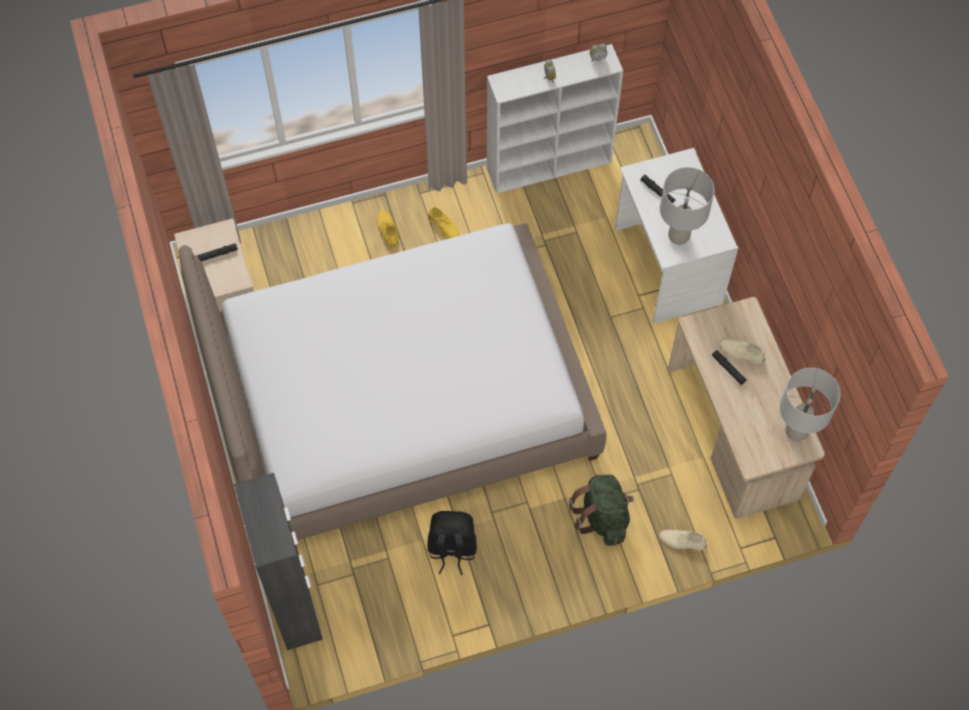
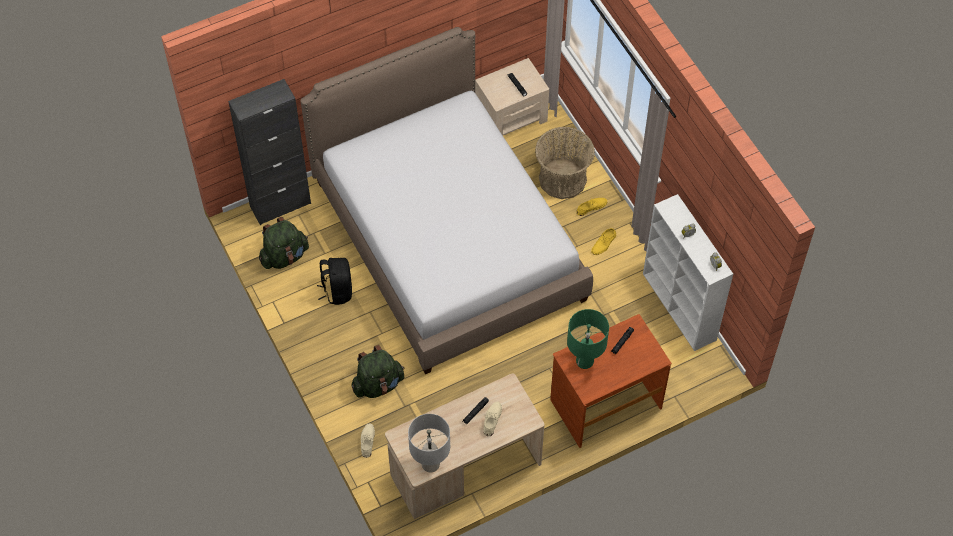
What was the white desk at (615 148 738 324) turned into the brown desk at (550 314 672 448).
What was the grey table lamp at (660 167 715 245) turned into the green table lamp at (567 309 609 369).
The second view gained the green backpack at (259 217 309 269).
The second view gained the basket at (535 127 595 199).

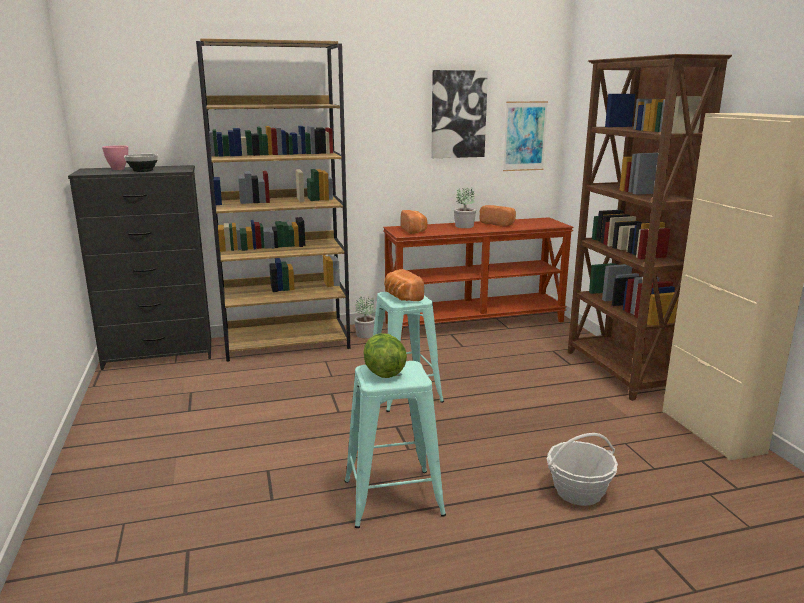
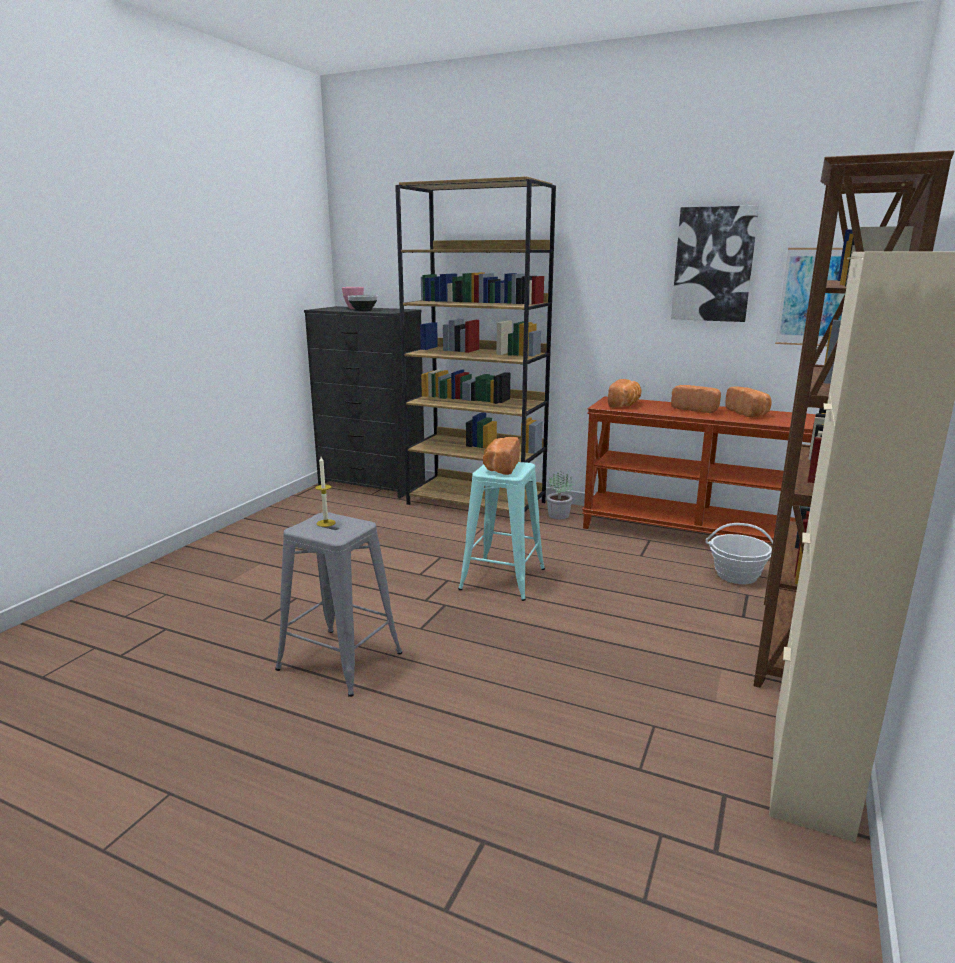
What was the turquoise stool at (345 361 446 528) turned into the grey stool at (275 512 402 697).
Where the lettuce stood at (364 333 407 378), the candle came to stand at (315 457 336 527).
Where the potted plant stood at (454 187 476 228), the bread came to stand at (671 385 721 413).
The basket ended up elsewhere, having gone from (547 433 618 506) to (706 523 773 584).

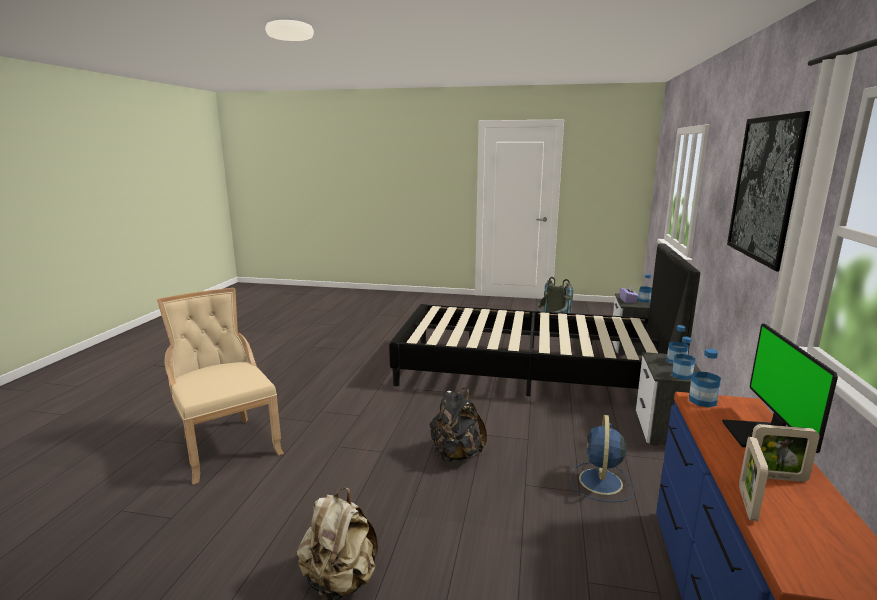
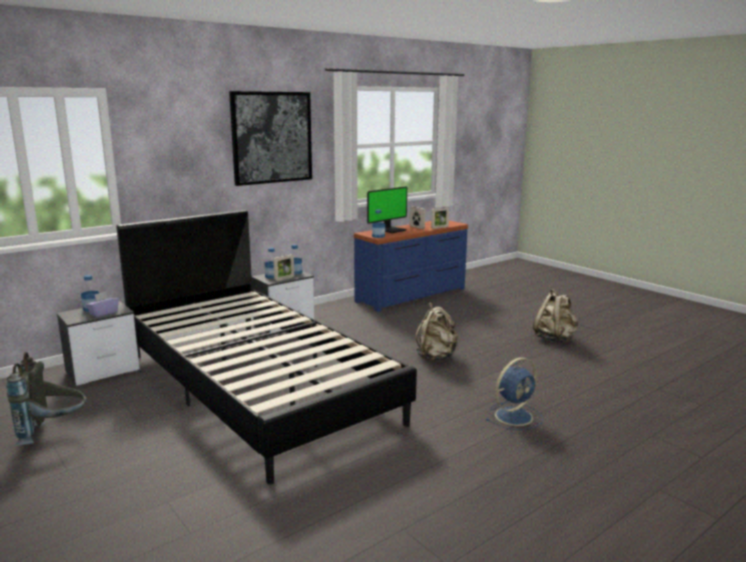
The second view lost the beige chair at (157 288 284 484).
What was the black backpack at (430 388 487 462) turned into the beige backpack at (415 302 458 361).
The blue fan ended up elsewhere, having gone from (570 415 634 502) to (486 357 543 430).
The second view gained the picture frame at (273 254 294 281).

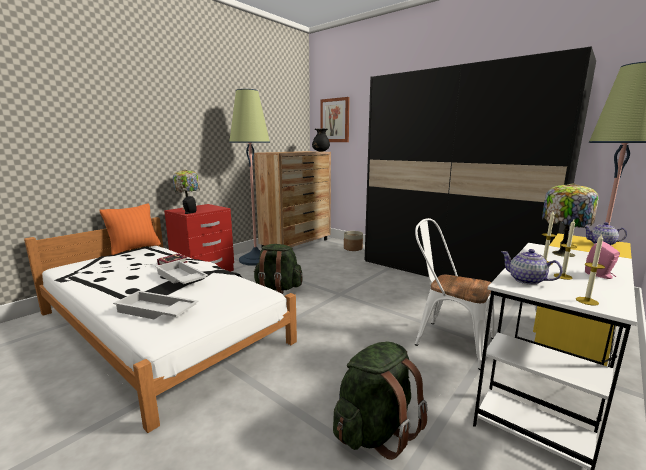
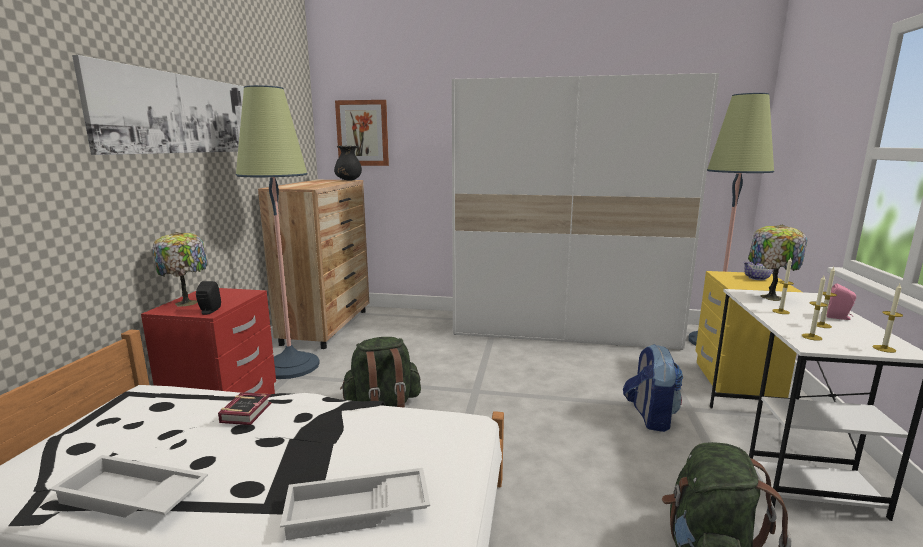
The second view lost the orange pillow at (100 203 161 255).
The white tray ended up elsewhere, having gone from (155 260 208 284) to (50 455 208 518).
The second view lost the planter at (344 231 363 251).
What was the black wardrobe at (365 46 596 282) turned into the white wardrobe at (452 73 719 350).
Where the white chair stood at (415 218 495 370), the backpack came to stand at (623 344 683 432).
Where the teapot stood at (501 249 563 285), the candle came to stand at (802 276 828 341).
The second view gained the picture at (72 55 244 155).

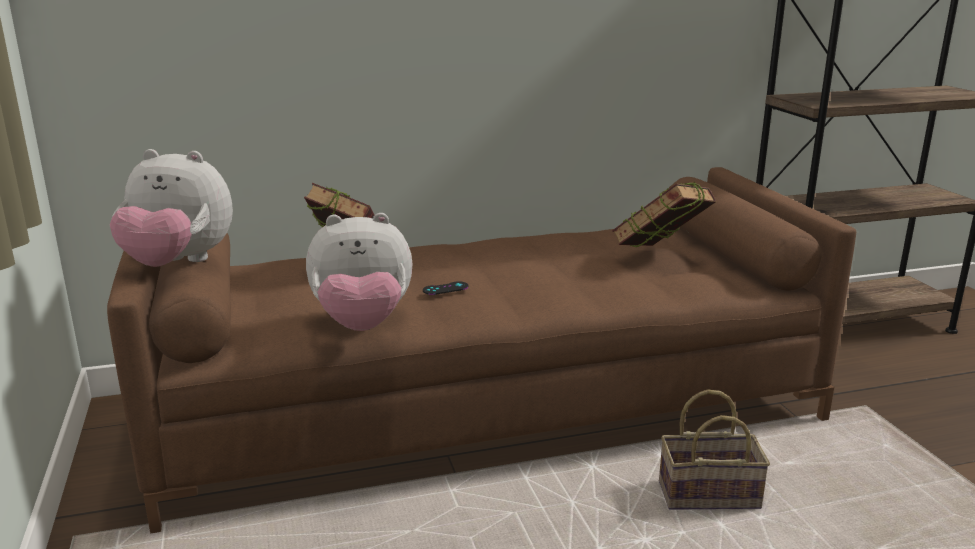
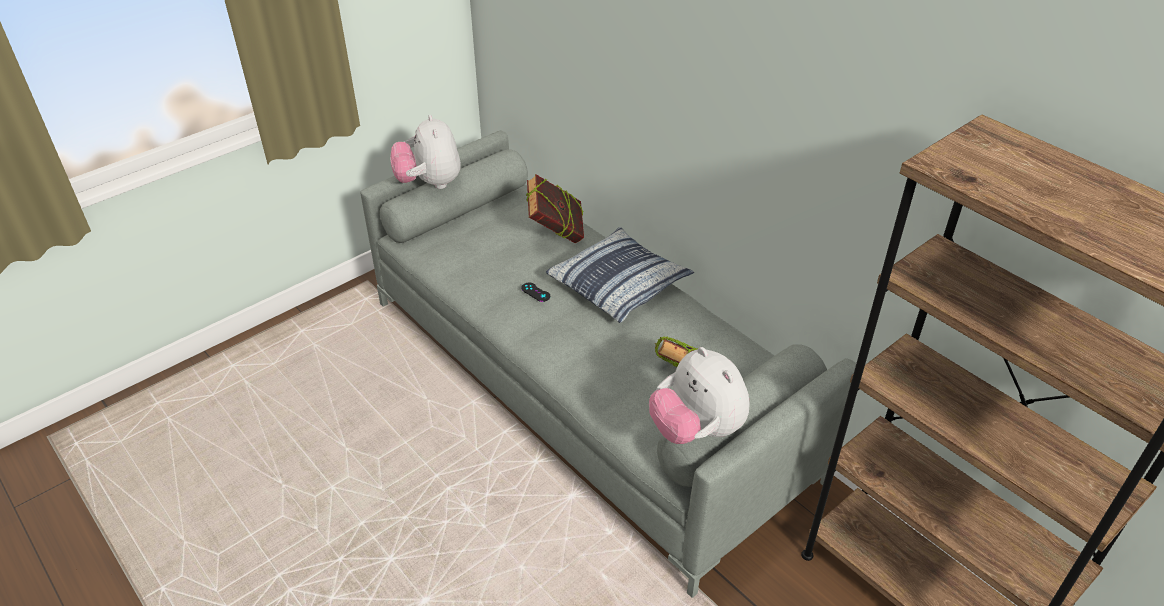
What was the brown sofa at (107 167 856 534) turned into the grey sofa at (360 130 856 598).
The plush toy ended up elsewhere, having gone from (306 213 413 331) to (649 347 750 444).
The second view lost the basket at (659 389 770 510).
The second view gained the pillow at (546 227 694 323).

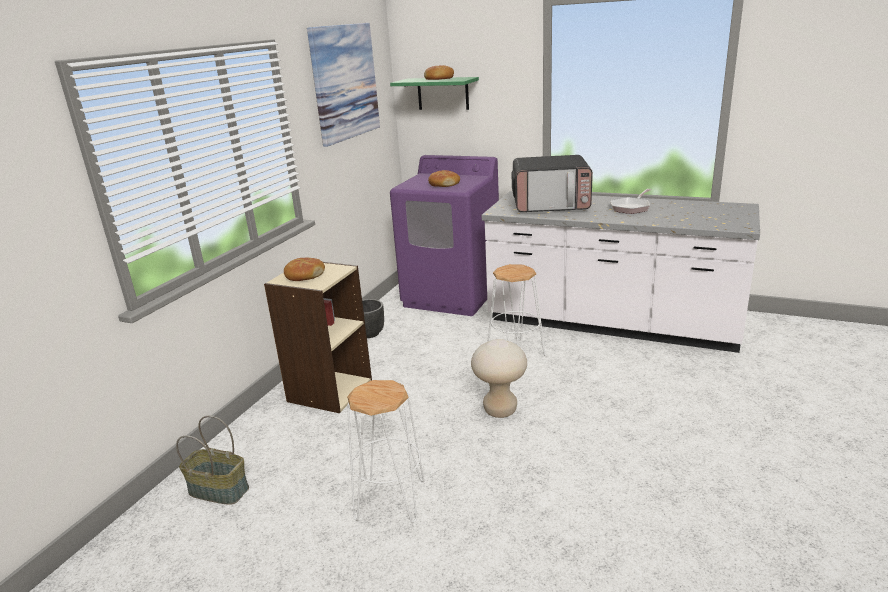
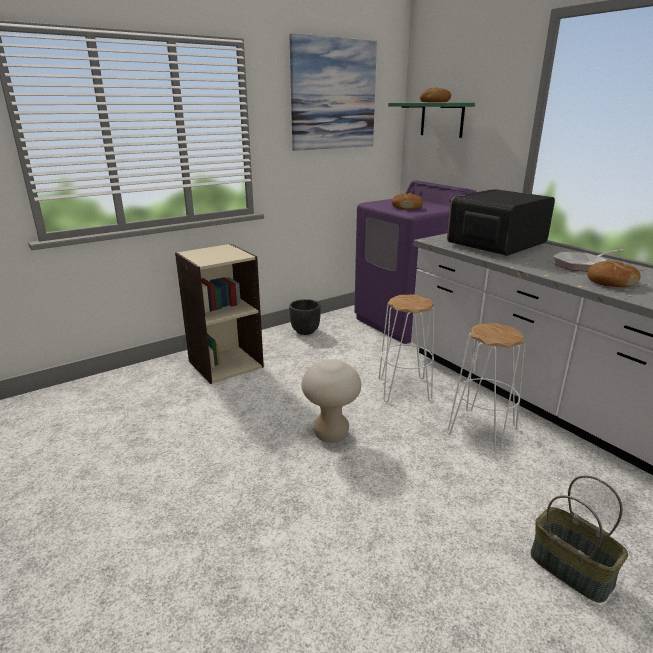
The basket ended up elsewhere, having gone from (176 415 249 505) to (530 475 628 603).
The bread ended up elsewhere, having gone from (284 258 325 281) to (587 261 640 287).
The white stool ended up elsewhere, having gone from (347 380 424 523) to (448 323 525 453).
The microwave at (512 155 593 212) ended up facing another way, 105 degrees clockwise from before.

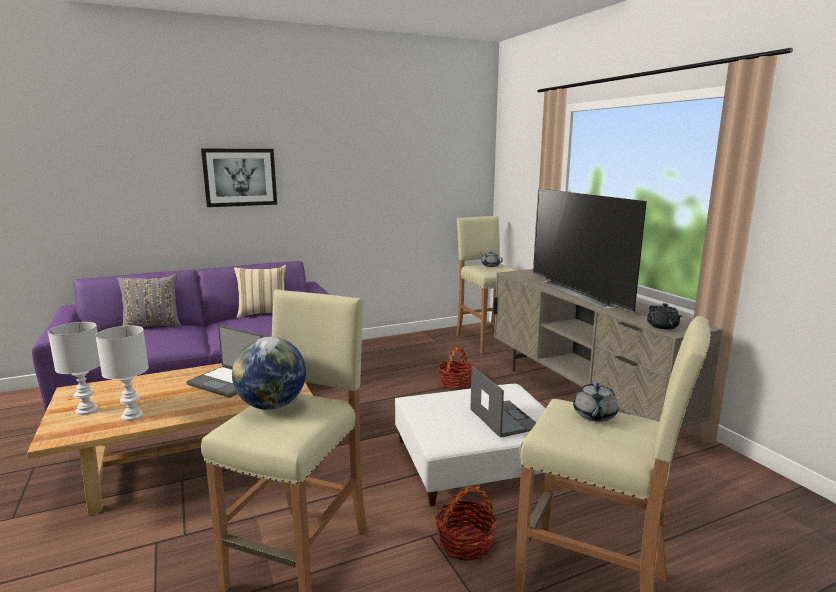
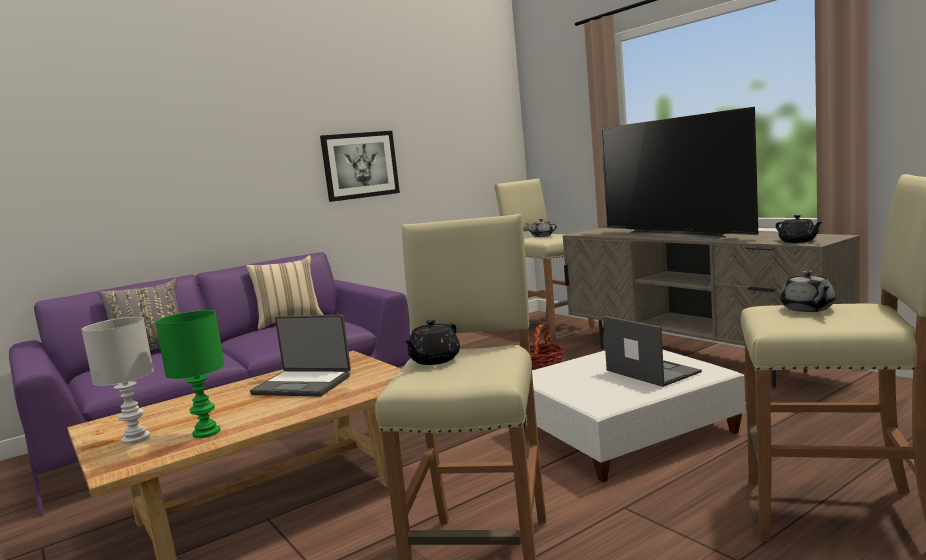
What was the white table lamp at (95 326 149 421) turned into the green table lamp at (155 310 225 438).
The picture ended up elsewhere, having gone from (201 149 277 207) to (320 131 400 202).
Where the globe stood at (232 337 306 410), the black teapot came to stand at (403 320 460 365).
The second view lost the basket at (435 486 498 561).

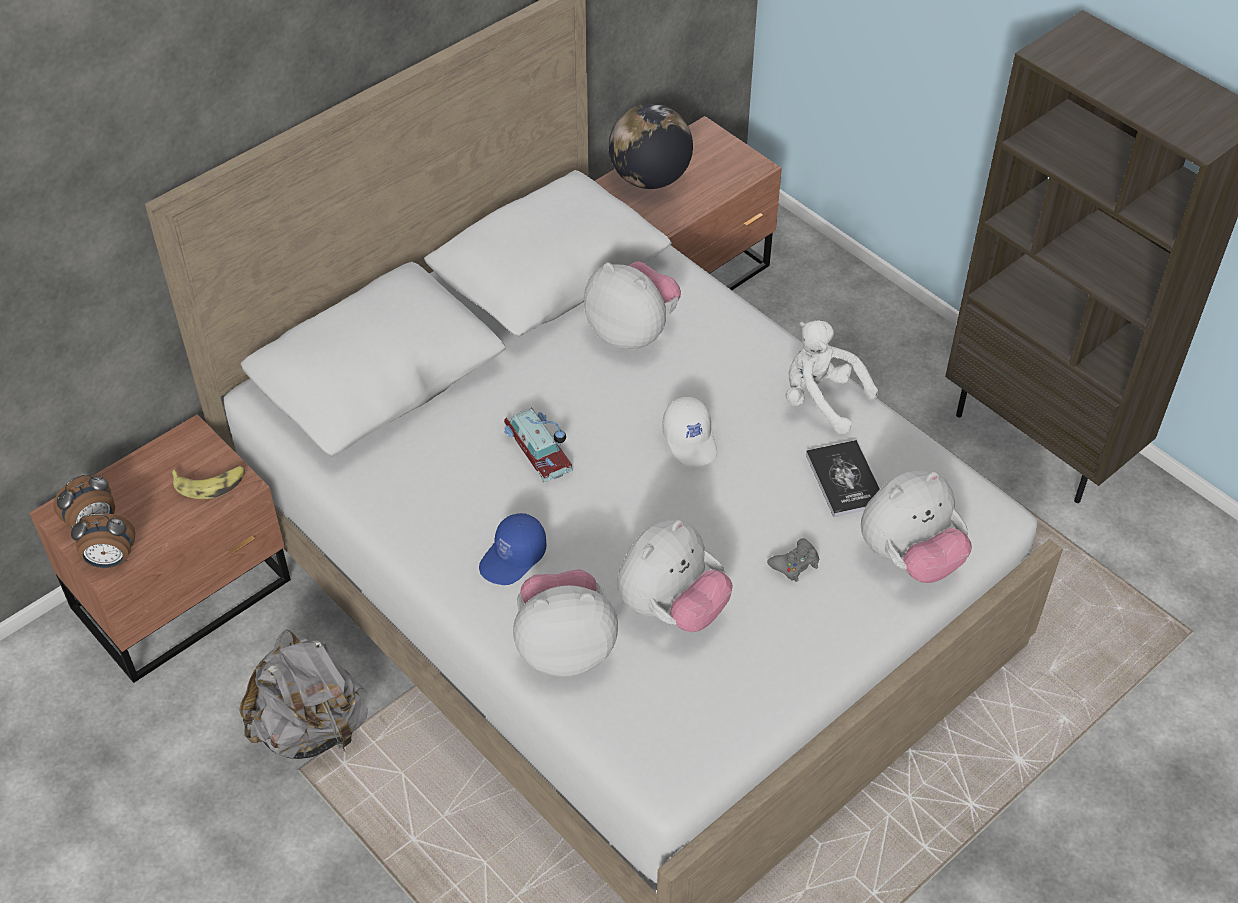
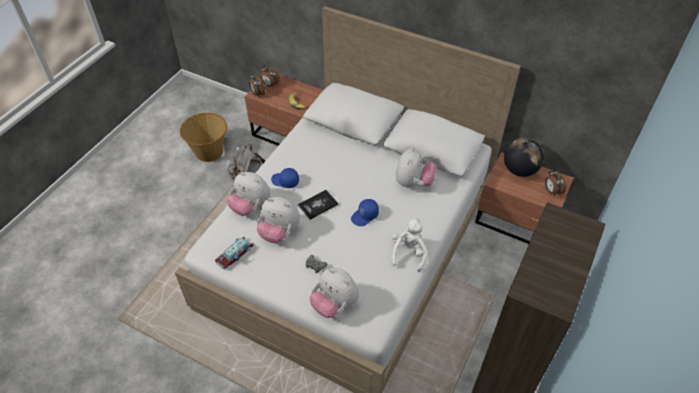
The toy car ended up elsewhere, having gone from (504 407 573 482) to (215 237 254 270).
The plush toy at (513 569 618 677) ended up facing another way, 150 degrees clockwise from before.
What was the white cap at (662 397 717 466) turned into the blue cap at (351 199 379 226).
The book ended up elsewhere, having gone from (806 440 880 517) to (298 190 338 220).
The second view gained the basket at (180 113 227 162).
The second view gained the alarm clock at (545 169 566 196).

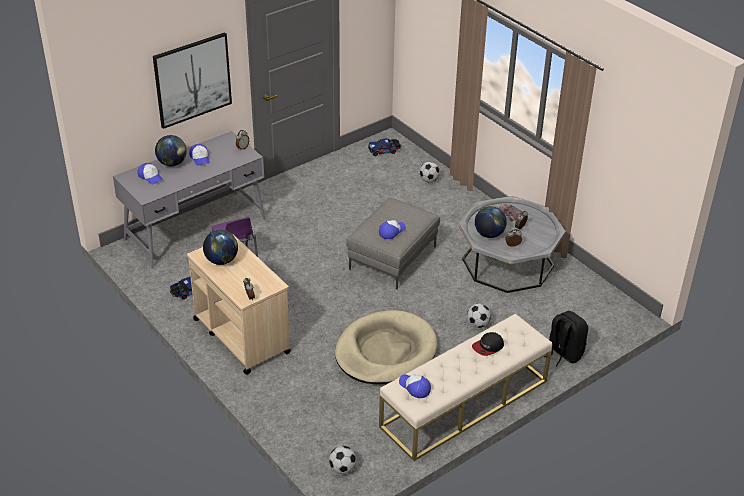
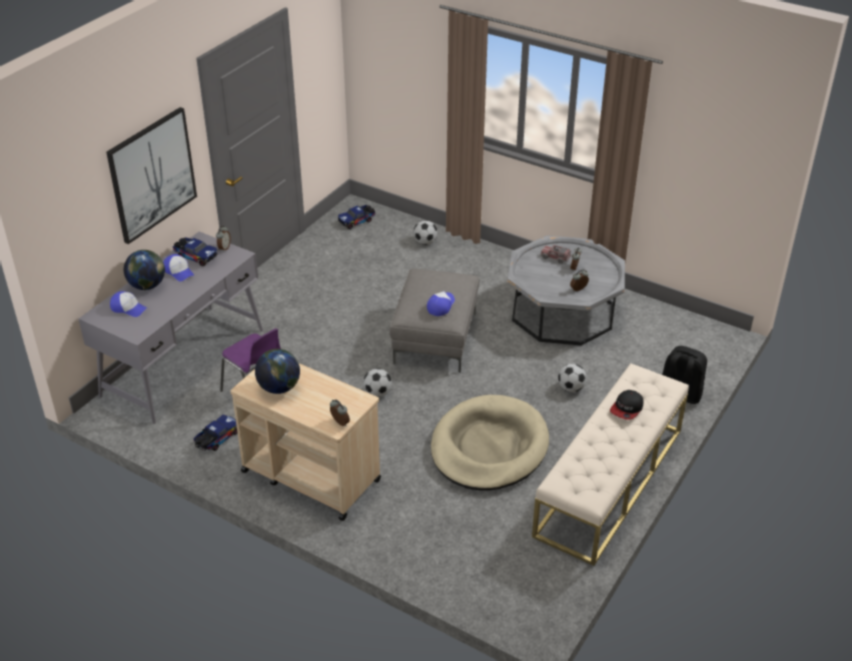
The football ended up elsewhere, having gone from (329 446 356 474) to (363 368 392 397).
The second view lost the cap at (399 374 431 398).
The second view lost the globe at (475 206 507 238).
The second view gained the toy truck at (173 237 218 266).

